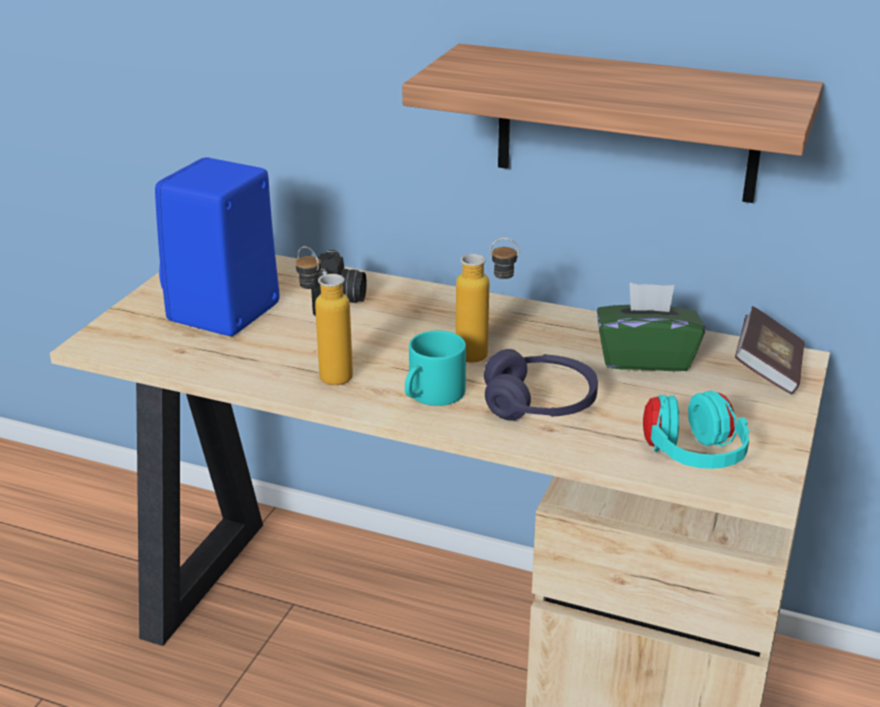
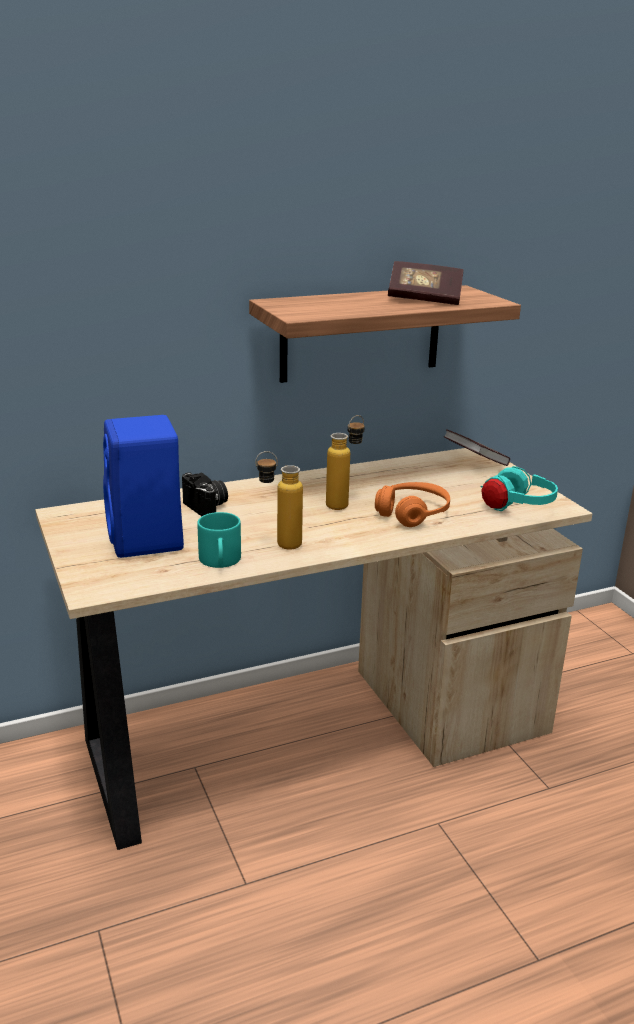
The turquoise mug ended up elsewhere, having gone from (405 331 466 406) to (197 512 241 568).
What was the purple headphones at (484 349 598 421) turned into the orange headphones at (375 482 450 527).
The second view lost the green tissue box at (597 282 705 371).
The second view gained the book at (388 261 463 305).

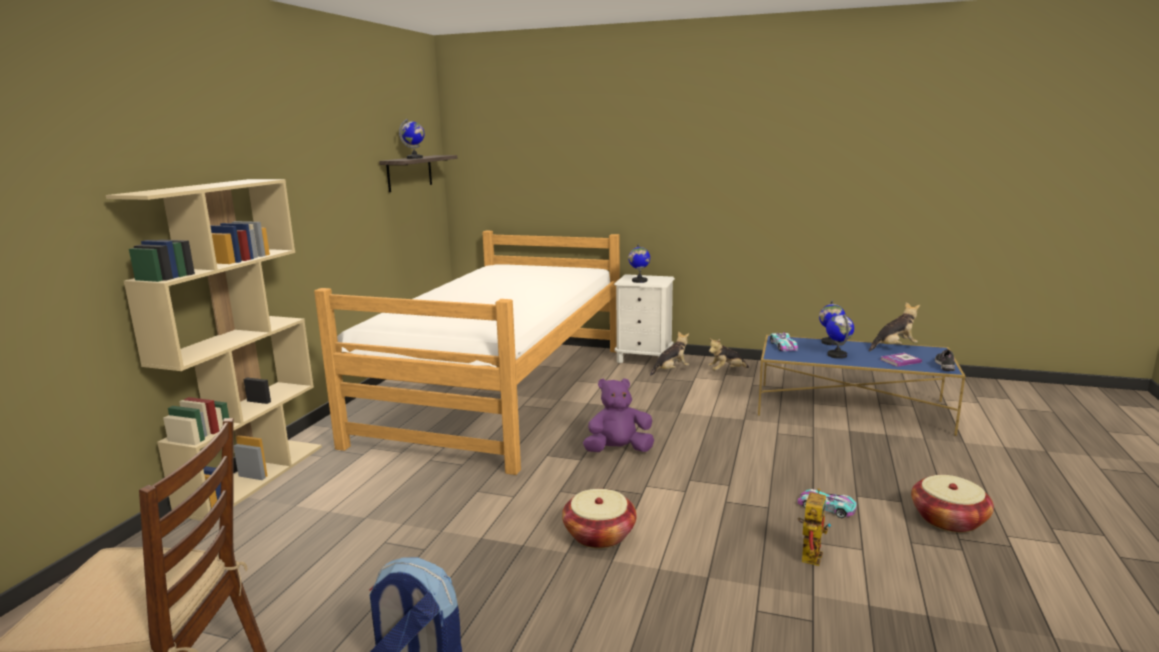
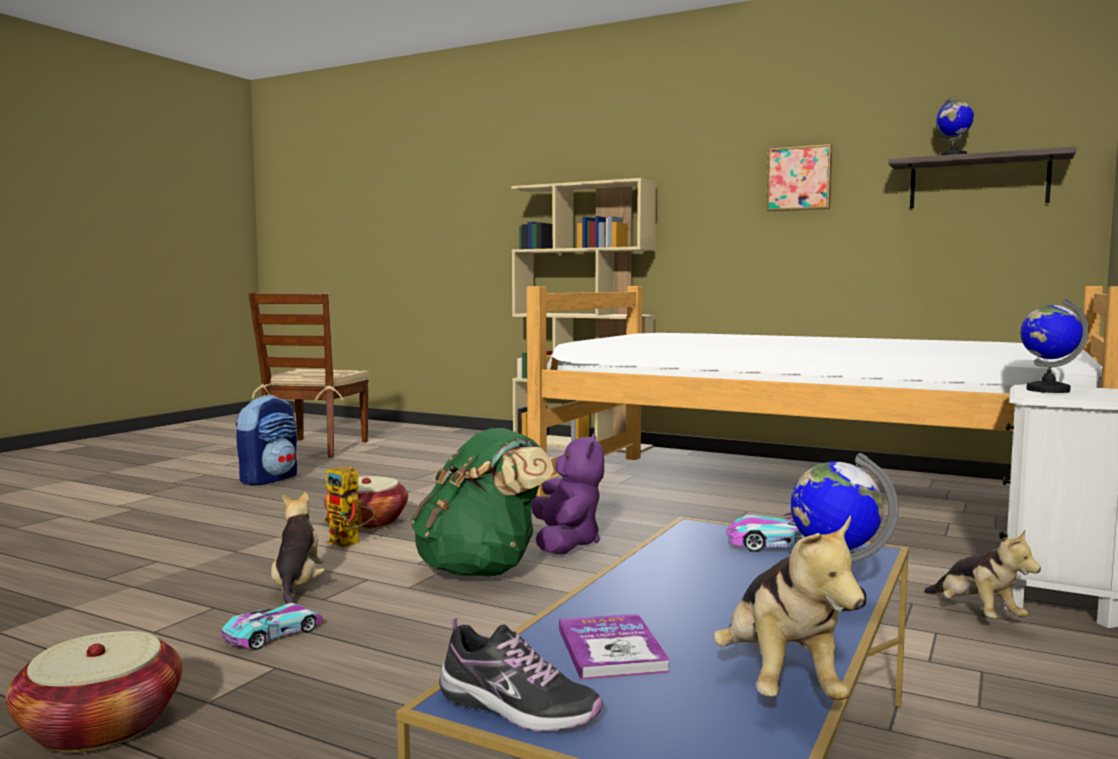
The plush toy ended up elsewhere, having gone from (708 338 749 371) to (271 492 325 604).
The toy robot ended up elsewhere, having gone from (798 488 831 566) to (324 466 375 548).
The second view lost the globe at (826 314 854 359).
The second view gained the green backpack at (411 428 554 576).
The second view gained the picture at (766 144 832 211).

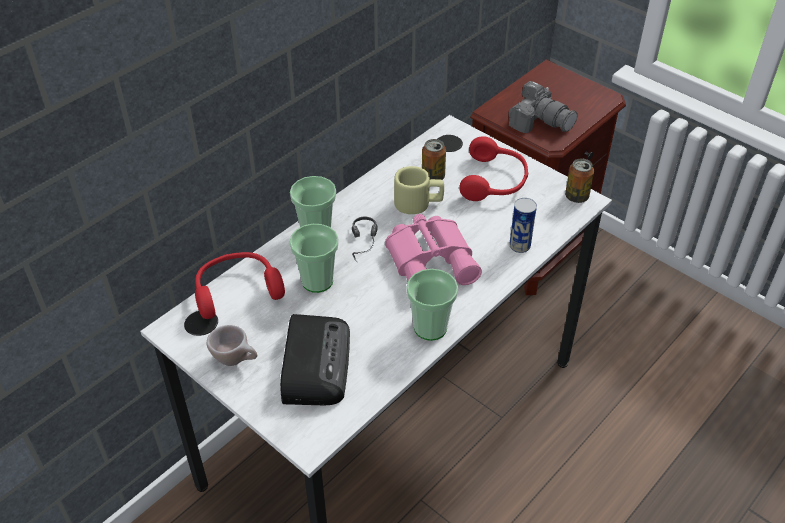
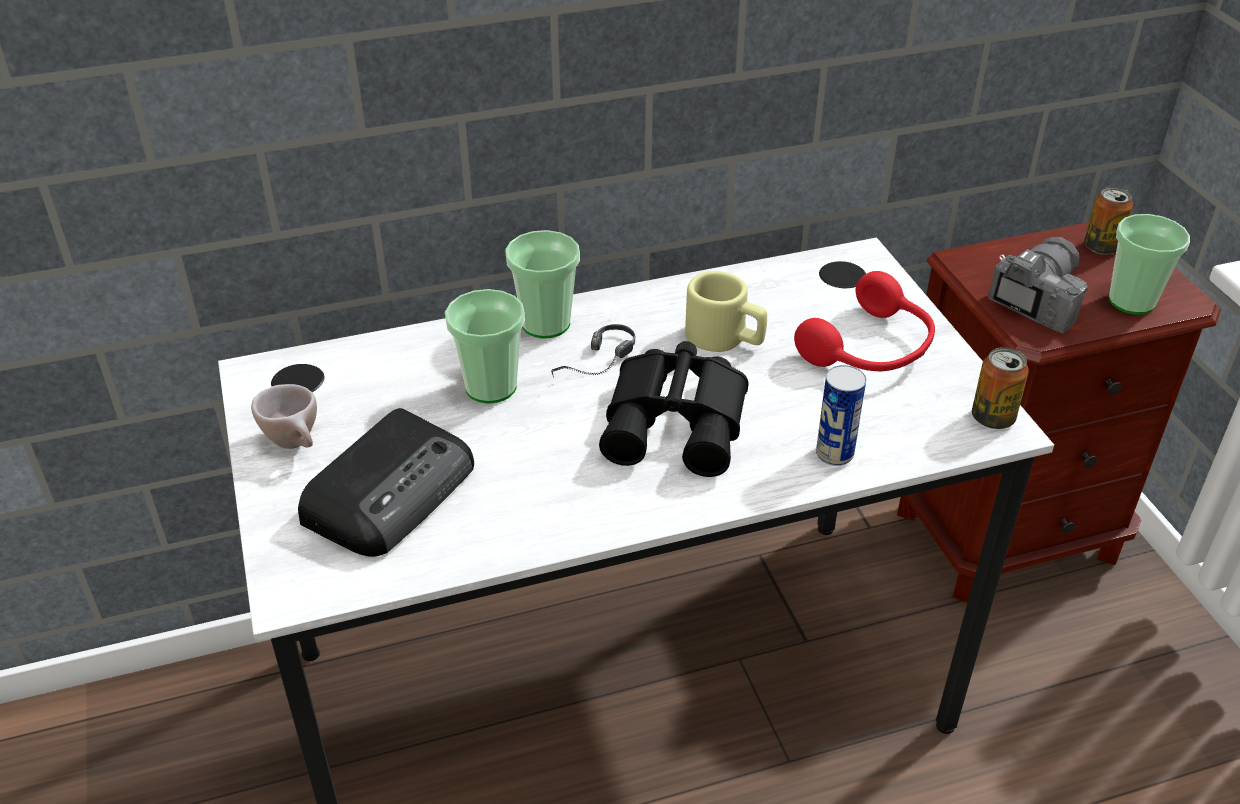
The second view lost the red headphones at (195 252 285 319).
What was the pink binoculars at (385 214 482 285) turned into the black binoculars at (599 341 748 477).
The cup ended up elsewhere, having gone from (406 269 458 341) to (1109 214 1190 315).
The can ended up elsewhere, having gone from (422 139 446 180) to (1084 187 1133 255).
The photo camera at (509 81 578 133) ended up facing another way, 120 degrees counterclockwise from before.

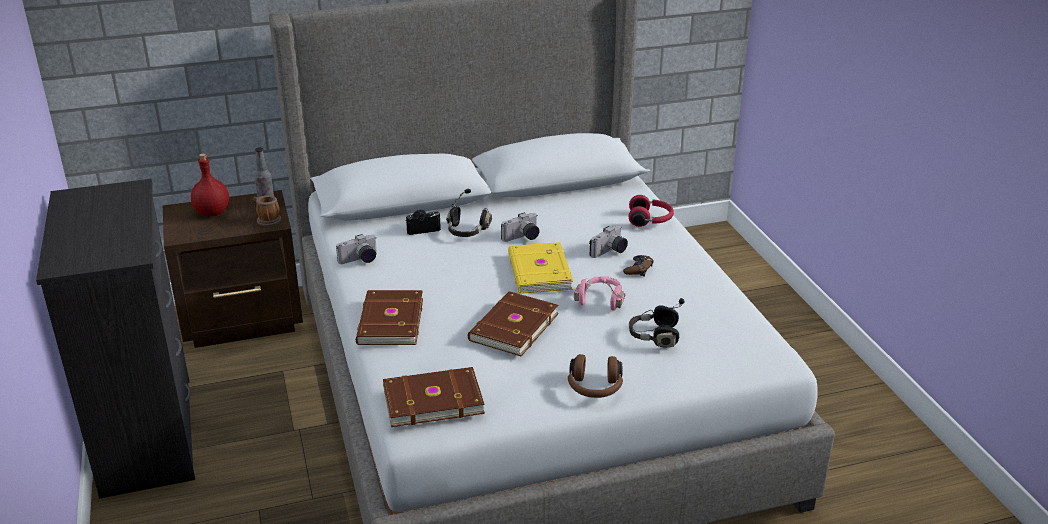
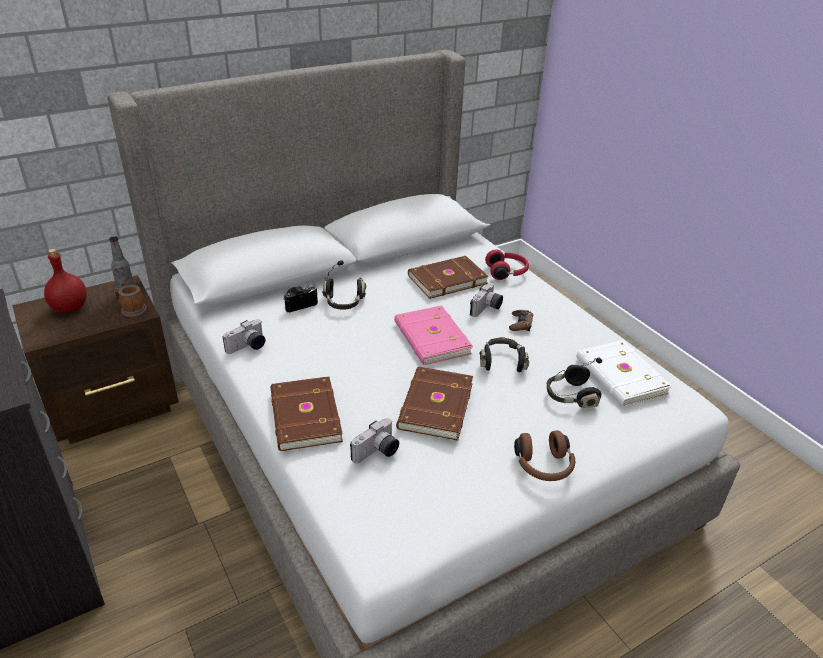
The brown book ended up elsewhere, having gone from (383 367 485 427) to (408 256 489 299).
The photo camera ended up elsewhere, having gone from (501 213 540 242) to (350 418 399 463).
What was the yellow book at (508 242 573 294) turned into the pink book at (394 305 473 365).
What was the pink headphones at (574 276 626 310) turned into the black headphones at (479 337 529 372).
The second view gained the white book at (576 340 672 407).

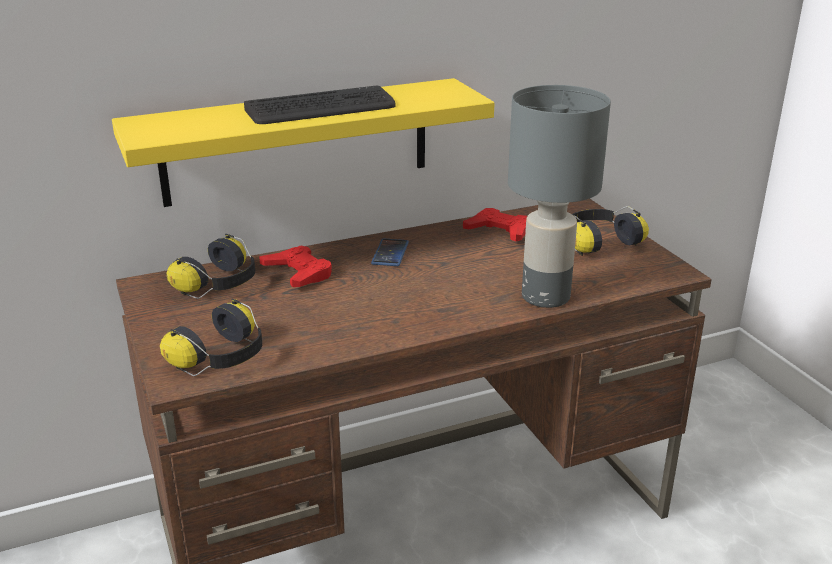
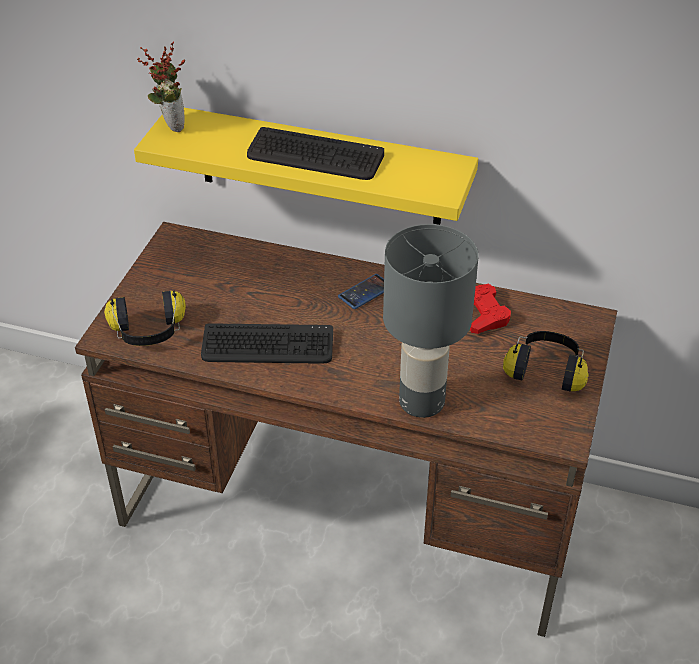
The second view lost the headphones at (167 234 255 299).
The second view lost the red game controller at (259 245 332 287).
The second view gained the potted plant at (137 41 185 132).
The second view gained the keyboard at (201 323 333 364).

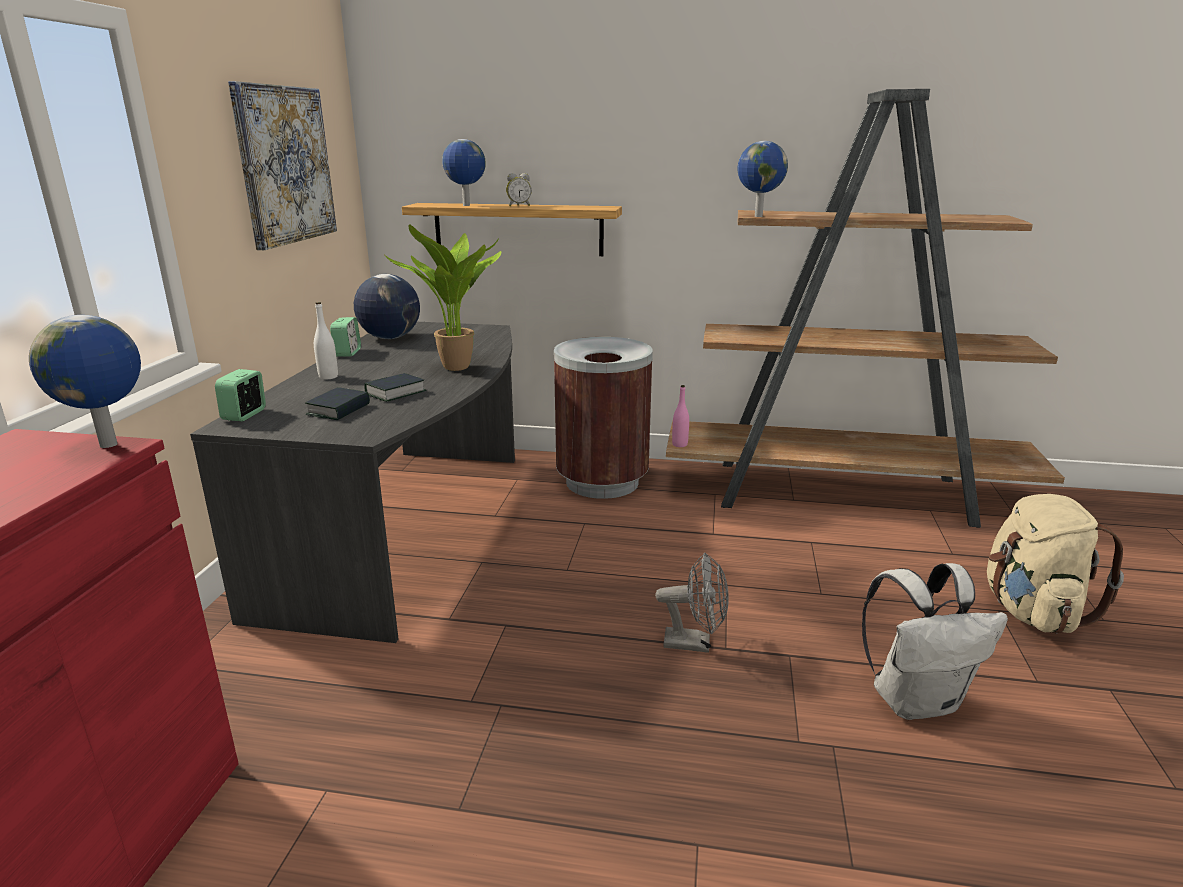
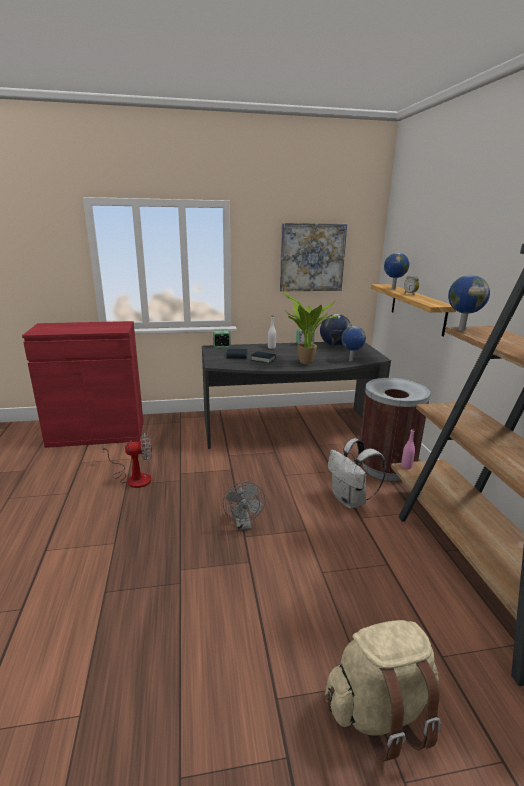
The globe ended up elsewhere, having gone from (29 315 141 448) to (341 326 366 361).
The white backpack ended up elsewhere, having gone from (862 563 1008 720) to (328 438 386 509).
The second view gained the fan at (102 432 152 488).

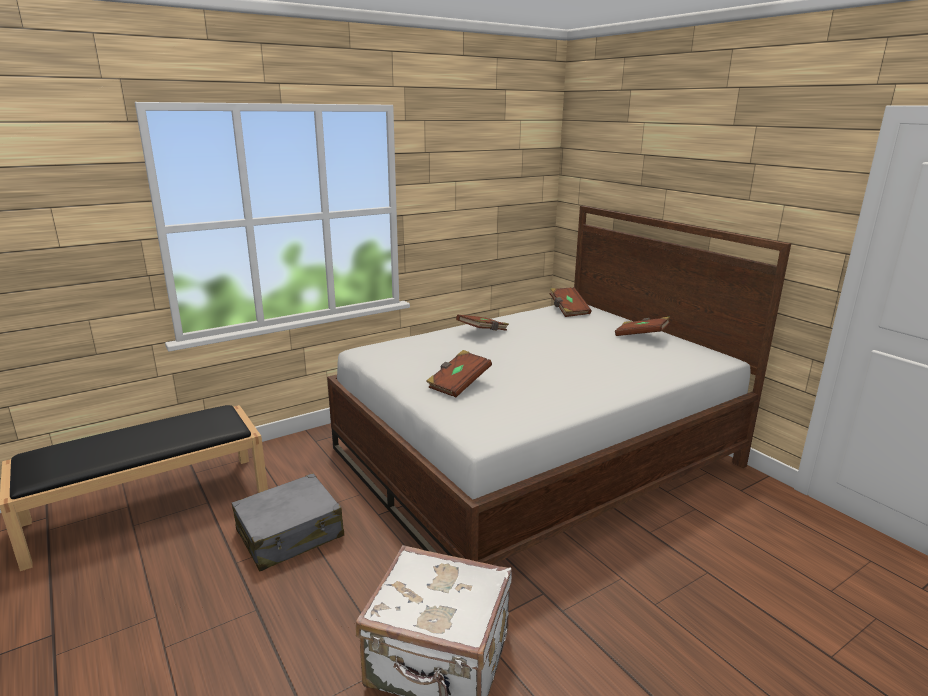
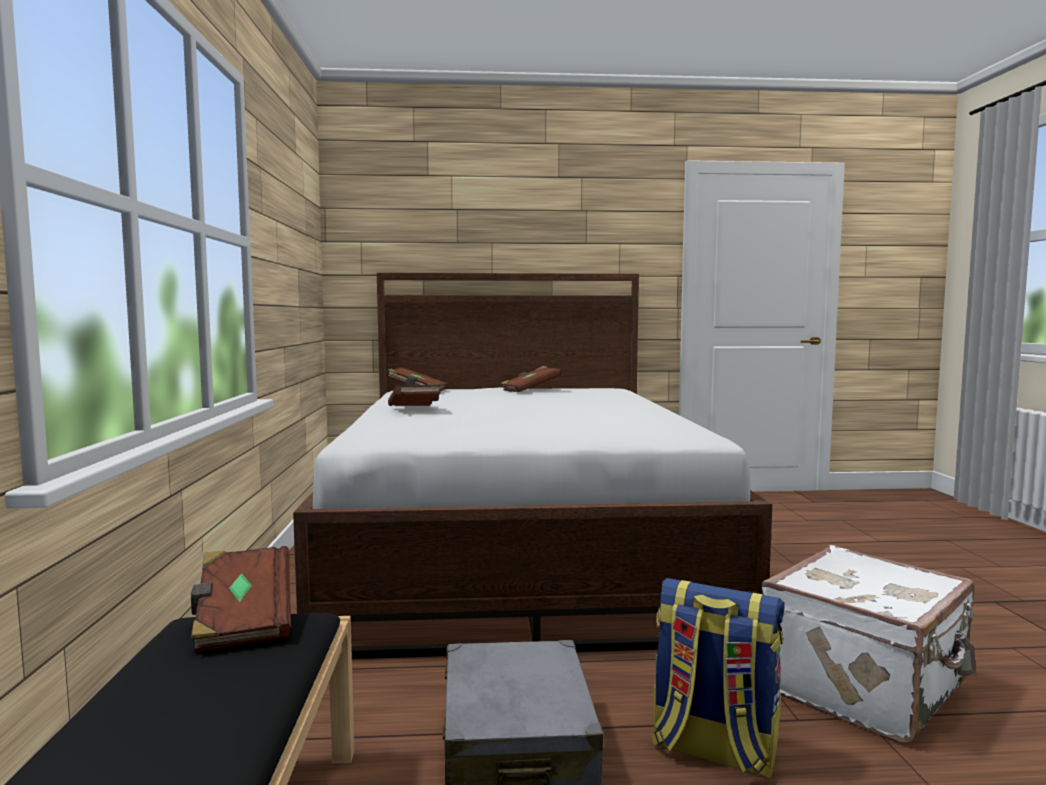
The brown book ended up elsewhere, having gone from (426 350 492 398) to (191 546 291 653).
The second view gained the backpack at (651 578 785 779).

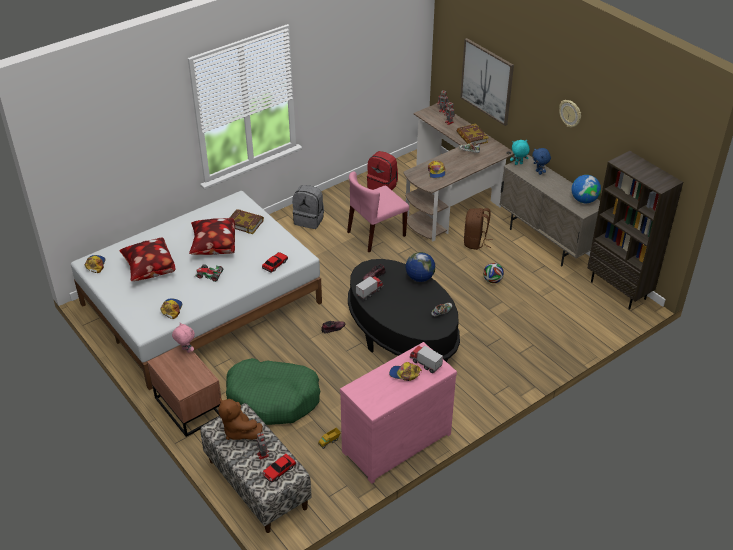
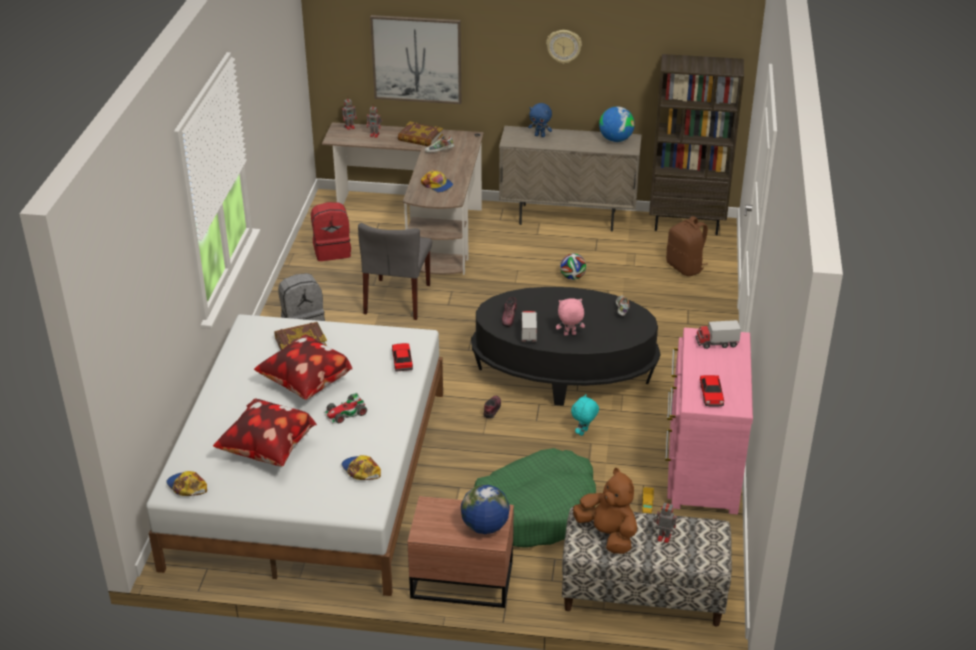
The pink plush toy ended up elsewhere, having gone from (172 323 195 353) to (556 298 585 336).
The brown plush toy at (218 398 263 440) ended up facing another way, 135 degrees counterclockwise from before.
The toy car ended up elsewhere, having gone from (263 454 296 482) to (700 375 724 407).
What was the pink chair at (347 171 409 252) turned into the grey chair at (358 223 432 320).
The second view lost the cap at (389 362 422 381).
The globe ended up elsewhere, having gone from (405 252 435 282) to (461 485 510 534).
The brown backpack ended up elsewhere, having gone from (464 208 493 250) to (666 216 708 276).
The turquoise plush toy ended up elsewhere, having gone from (510 140 530 165) to (571 394 599 436).

